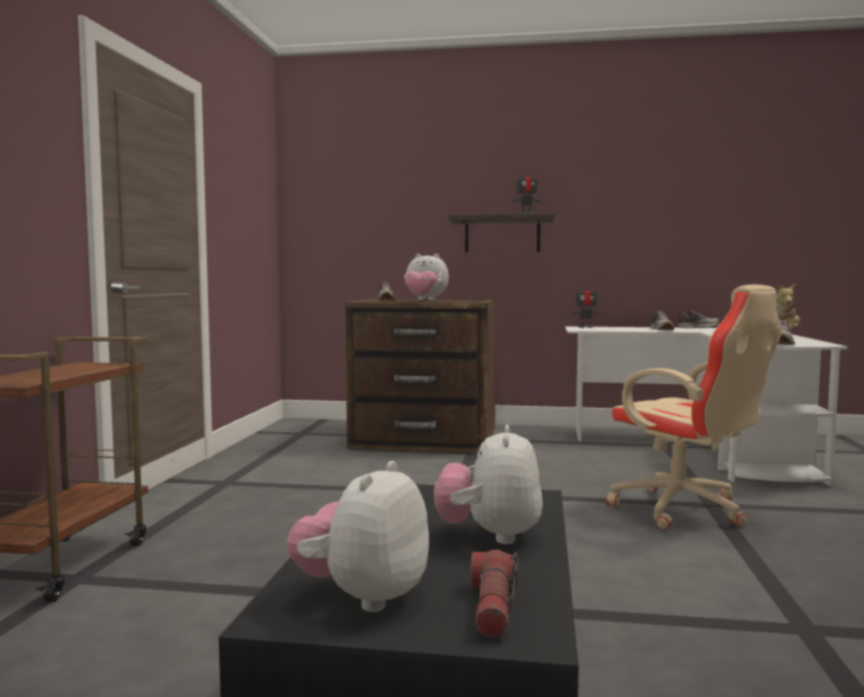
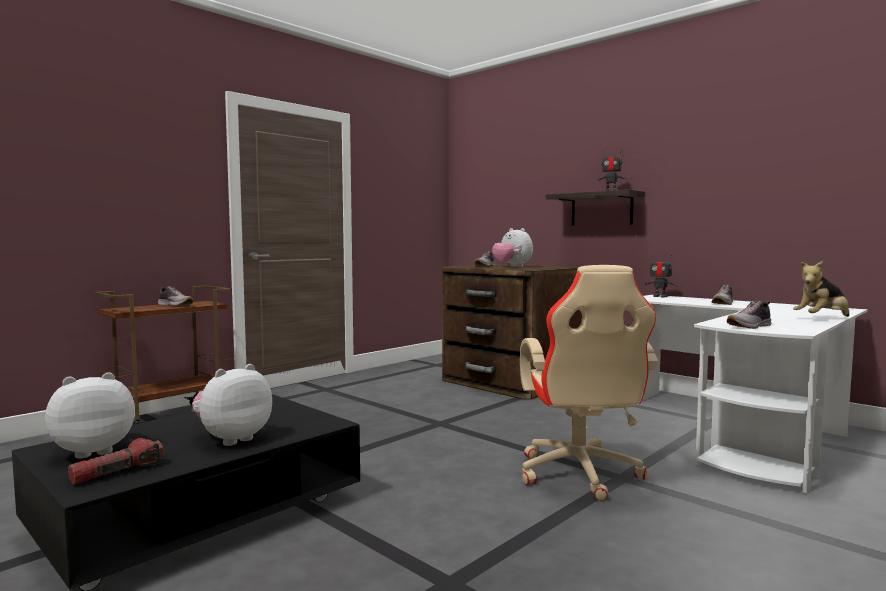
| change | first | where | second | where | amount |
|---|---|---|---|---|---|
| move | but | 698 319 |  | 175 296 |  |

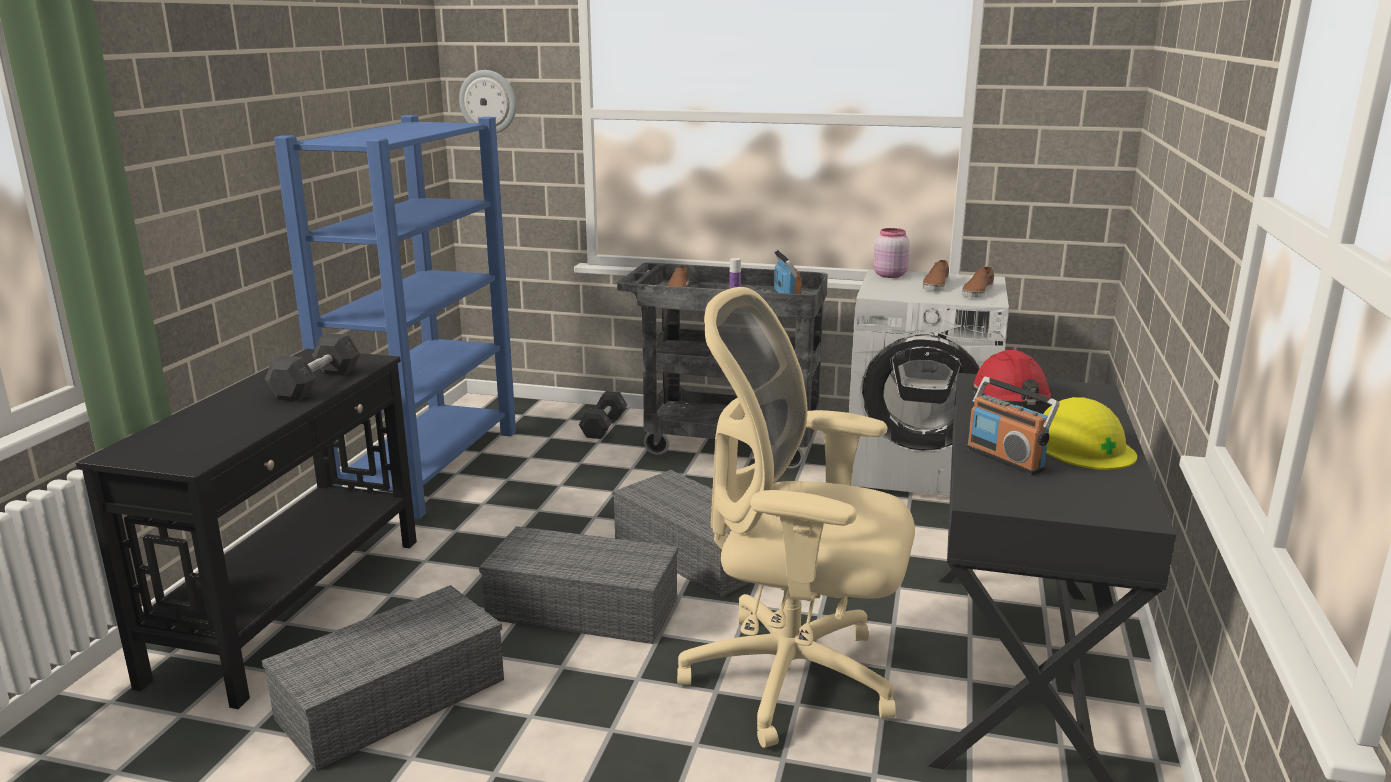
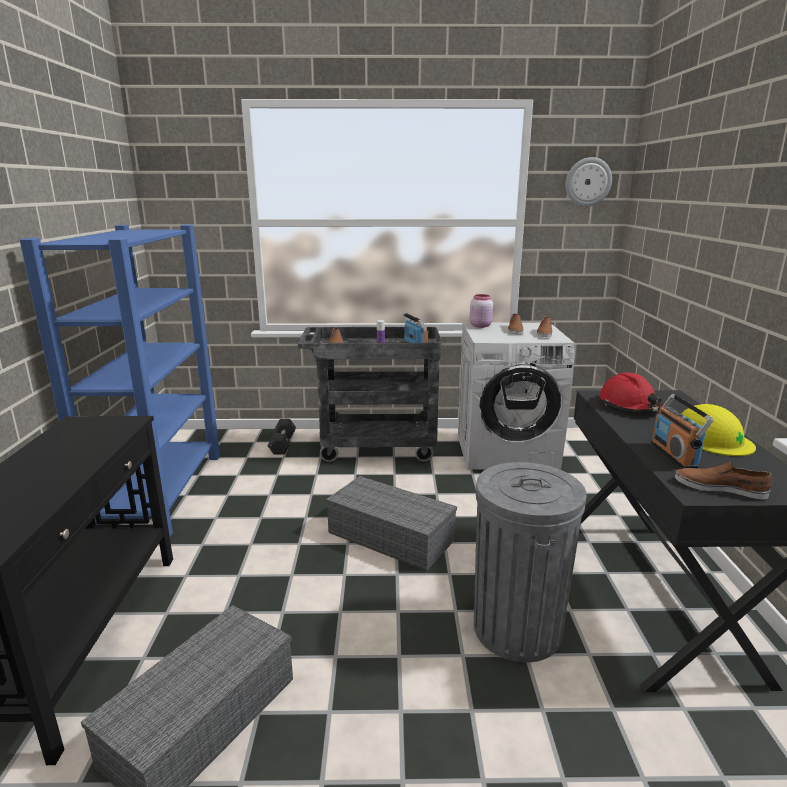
| change | first | where | second | where | amount |
|---|---|---|---|---|---|
| delete | hantel [szary] | 312 367 |  |  |  |
| delete | pojemnik do przechowywania [szary] | 578 585 |  |  |  |
| insert |  |  | but [brązowy] | 723 480 |  |
| move | zegar ścienny | 488 101 |  | 589 182 |  |
| replace | krzesło biurowe [beżowy] | 796 517 | kosz na śmieci [szary] | 530 562 |  |
| rotate | radio | 1013 426 |  | 682 431 | 45 degrees clockwise |

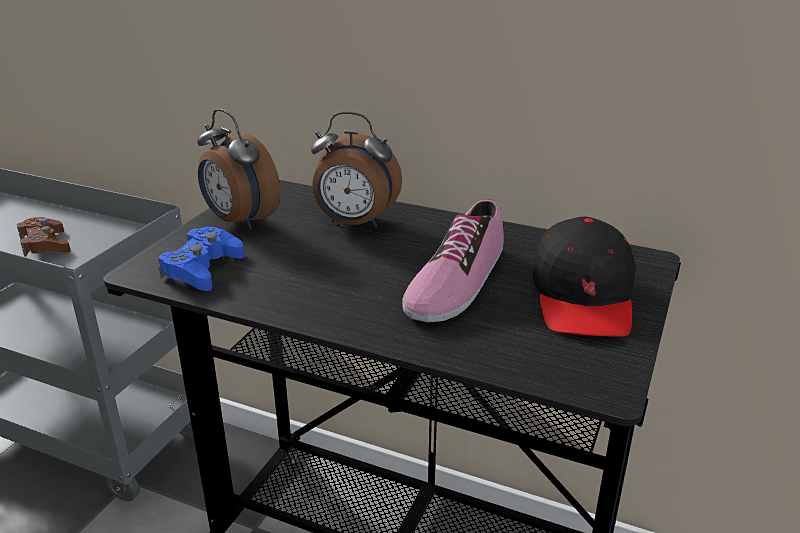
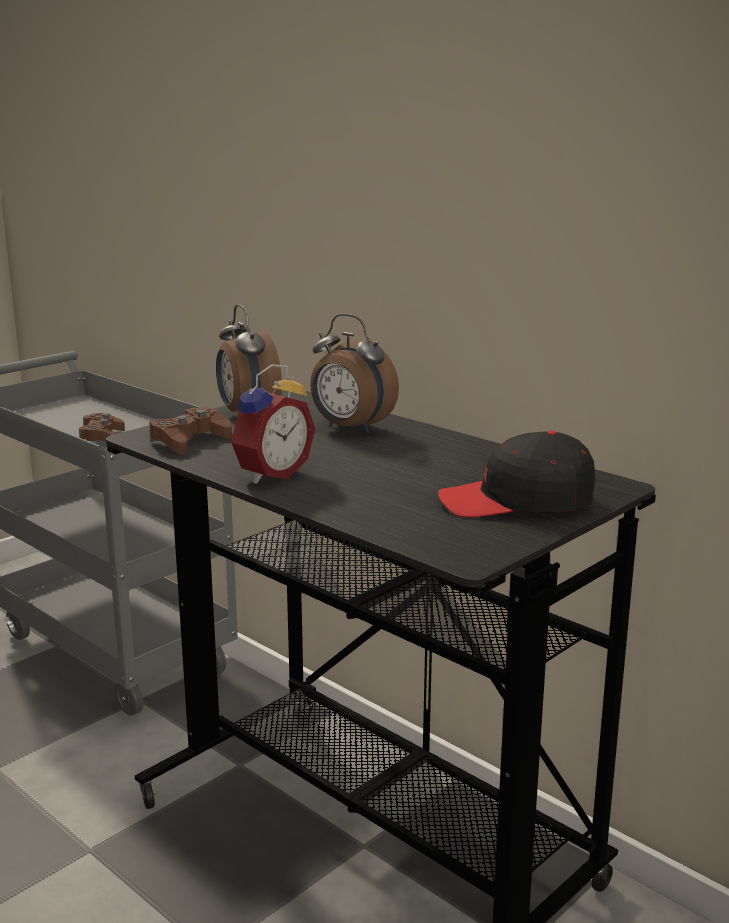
| change | first | where | second | where | amount |
|---|---|---|---|---|---|
| delete | but | 453 261 |  |  |  |
| insert |  |  | budzik | 273 424 |  |
| recolor | pad do gier [niebieski] | 201 259 | pad do gier [brązowy] | 190 431 |  |
| rotate | czapka z daszkiem [czarny] | 584 276 |  | 516 474 | 60 degrees clockwise |

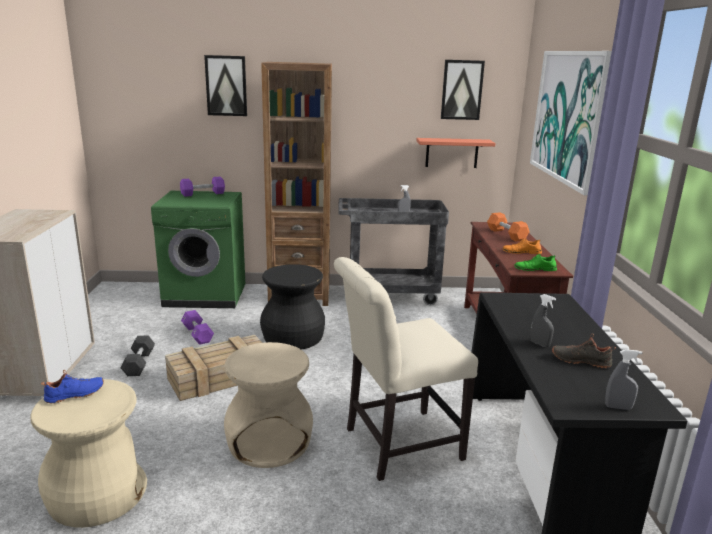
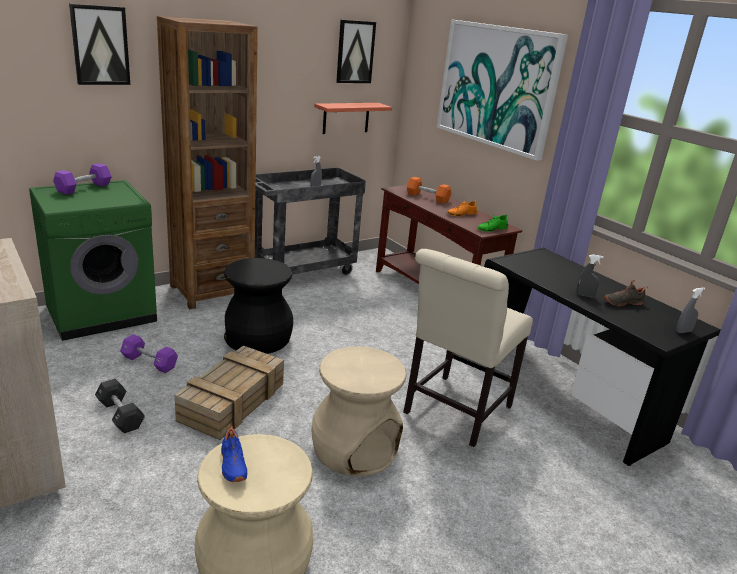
| change | first | where | second | where | amount |
|---|---|---|---|---|---|
| rotate | but [niebieski] | 72 386 |  | 234 453 | 135 degrees clockwise |

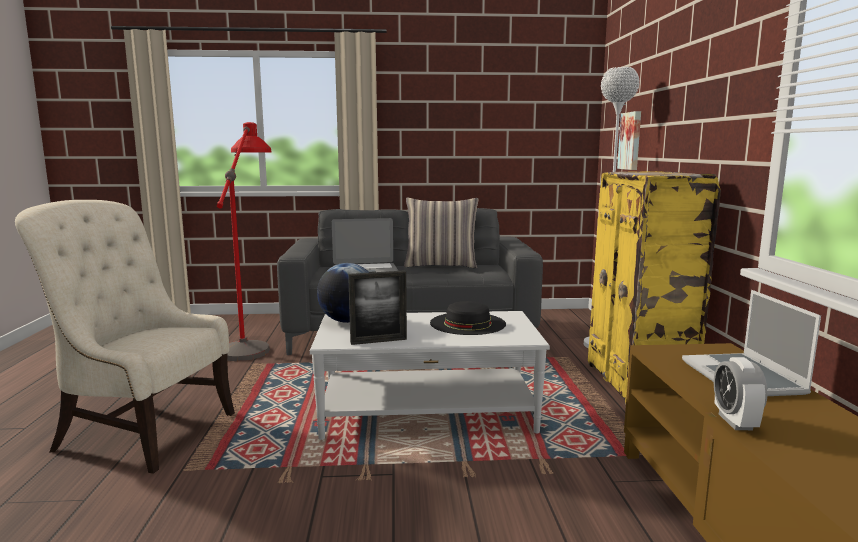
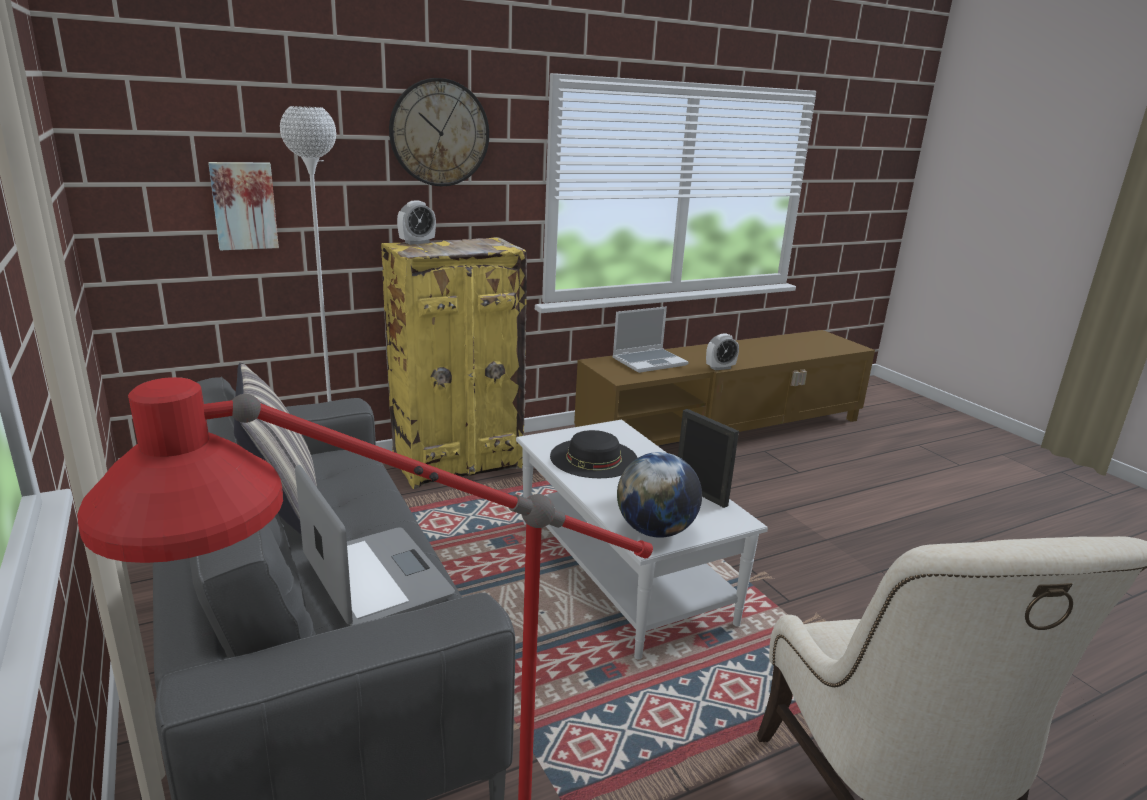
| change | first | where | second | where | amount |
|---|---|---|---|---|---|
| insert |  |  | zegar ścienny | 439 132 |  |
| insert |  |  | budzik | 416 222 |  |

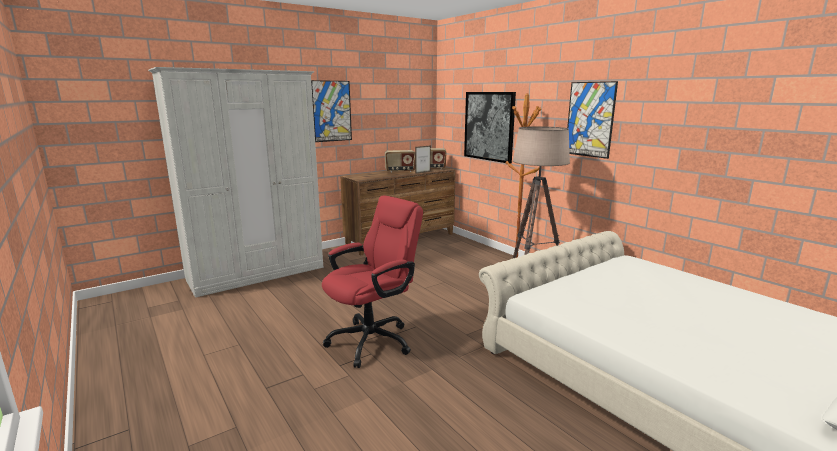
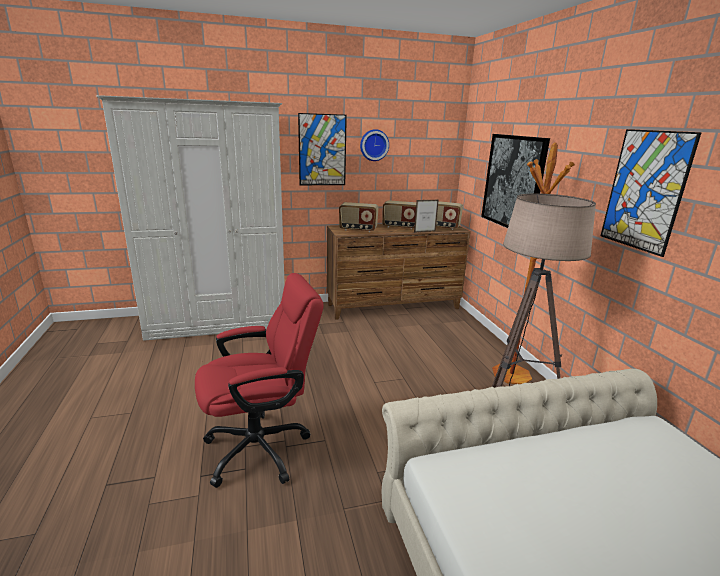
| change | first | where | second | where | amount |
|---|---|---|---|---|---|
| insert |  |  | radio | 359 217 |  |
| insert |  |  | zegar ścienny | 374 145 |  |

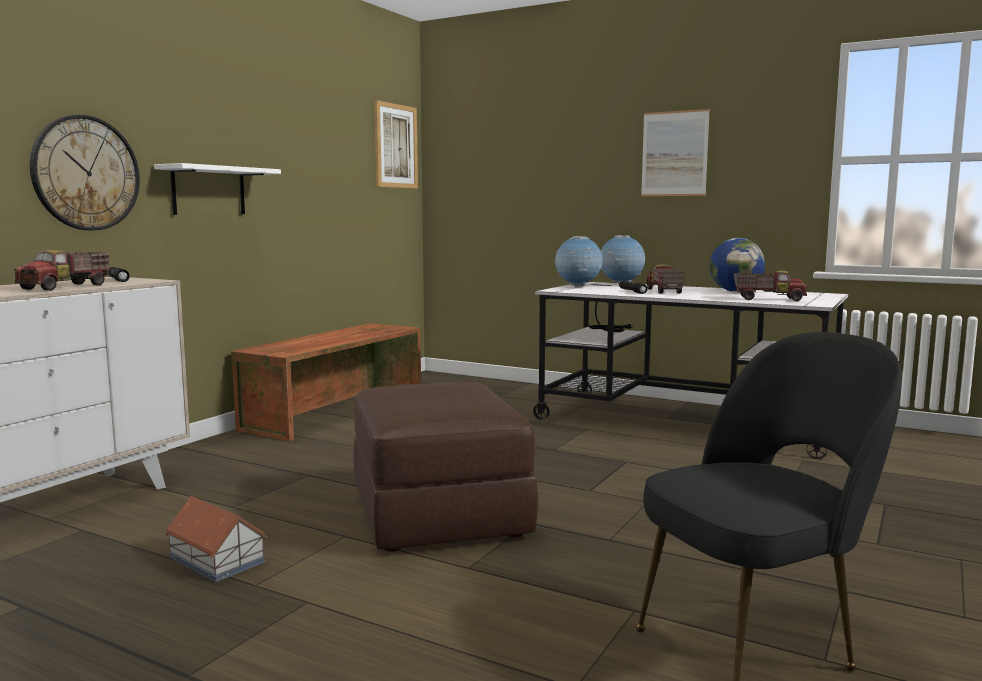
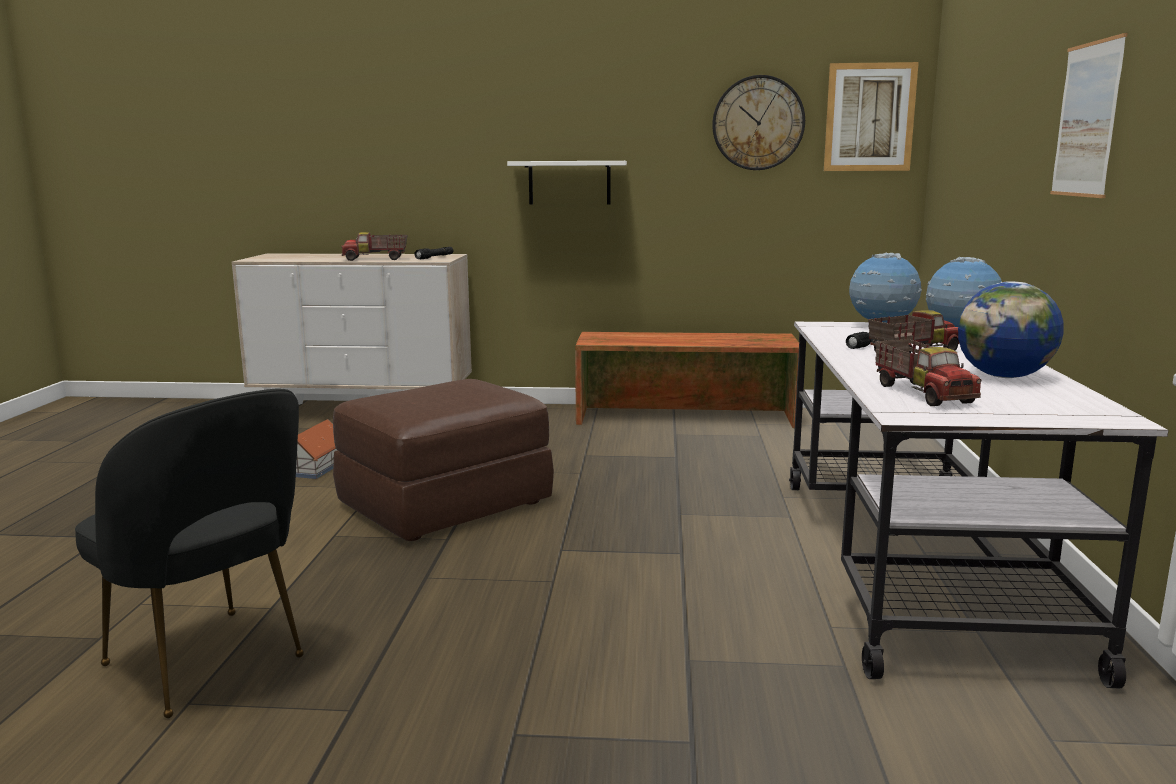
| change | first | where | second | where | amount |
|---|---|---|---|---|---|
| move | zegar ścienny | 85 173 |  | 758 122 |  |

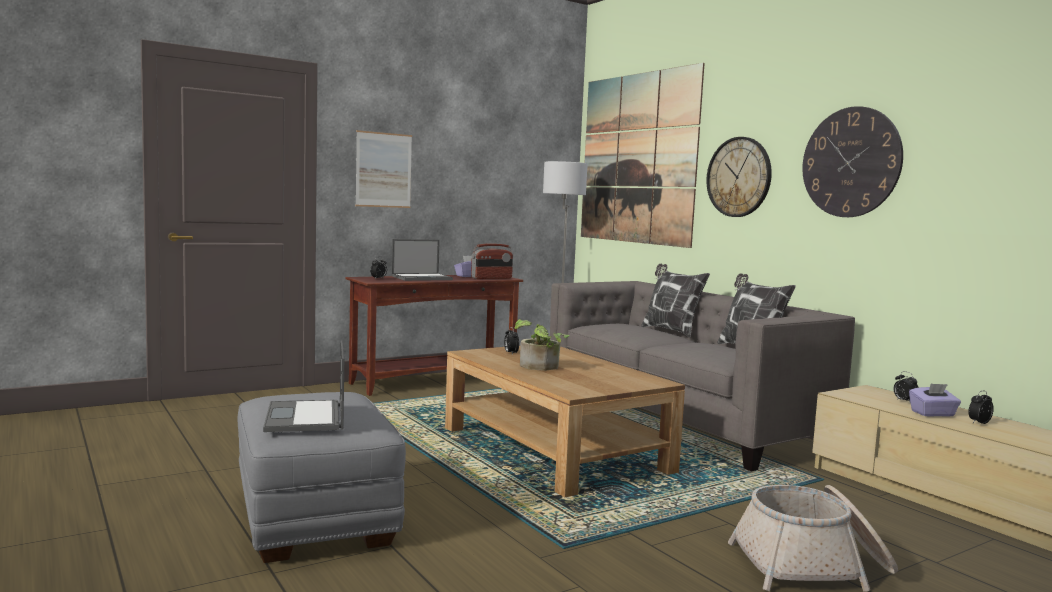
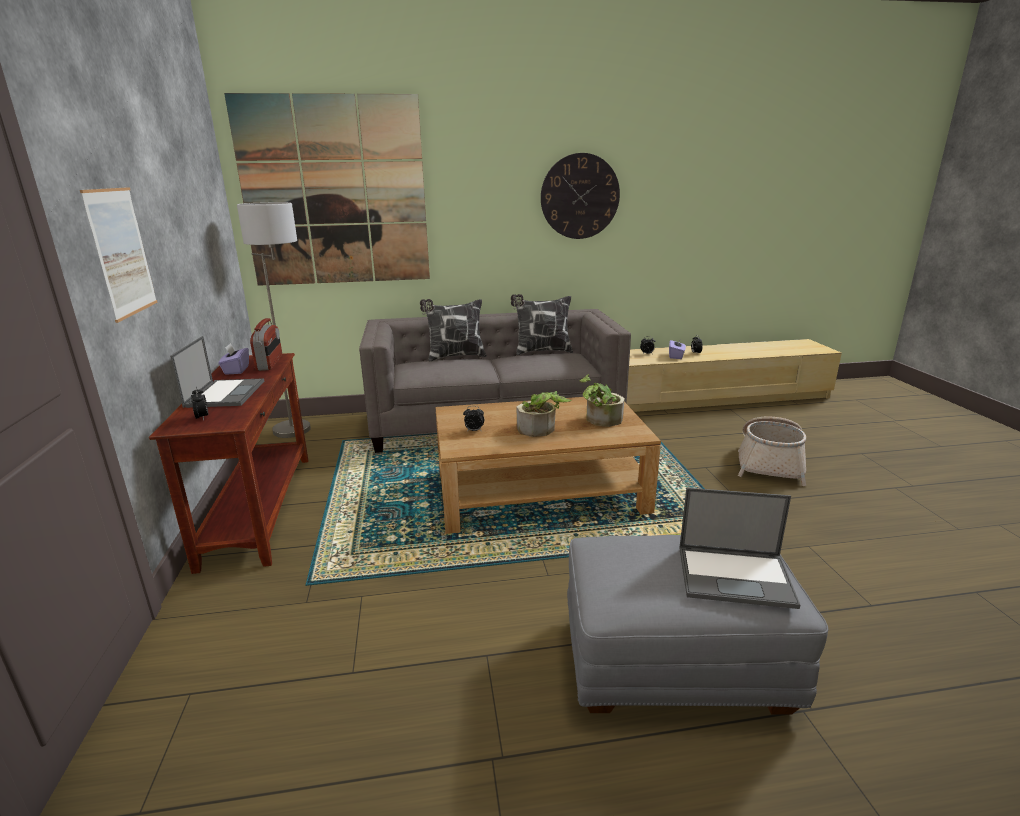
| change | first | where | second | where | amount |
|---|---|---|---|---|---|
| delete | zegar ścienny | 739 177 |  |  |  |
| insert |  |  | roślina doniczkowa | 602 400 |  |

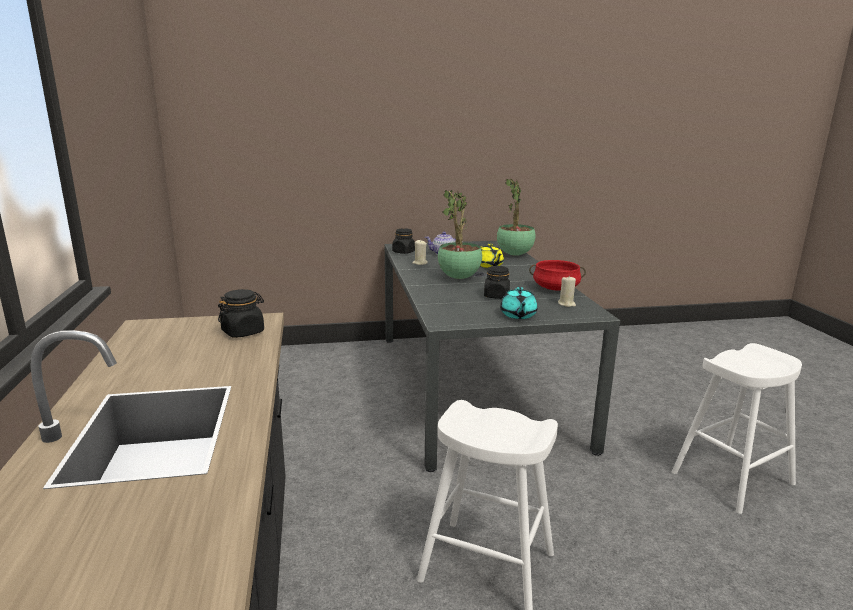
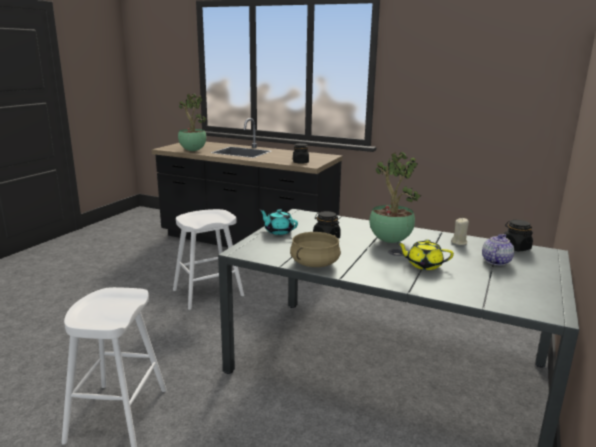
| change | first | where | second | where | amount |
|---|---|---|---|---|---|
| delete | świeca [beżowy] | 567 291 |  |  |  |
| move | roślina doniczkowa | 516 217 |  | 192 122 |  |
| recolor | garnek [czerwony] | 557 275 | garnek [beżowy] | 315 249 |  |

